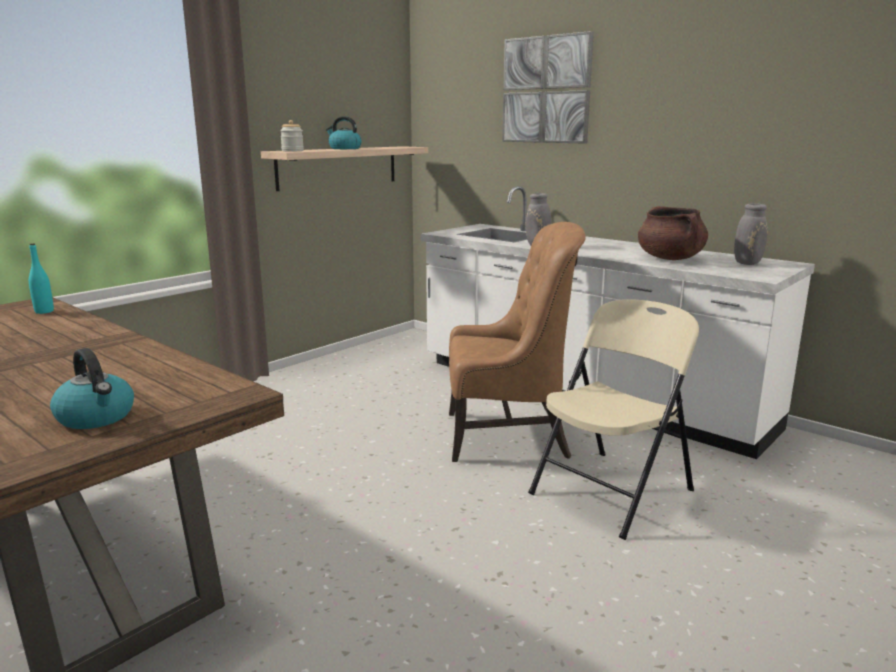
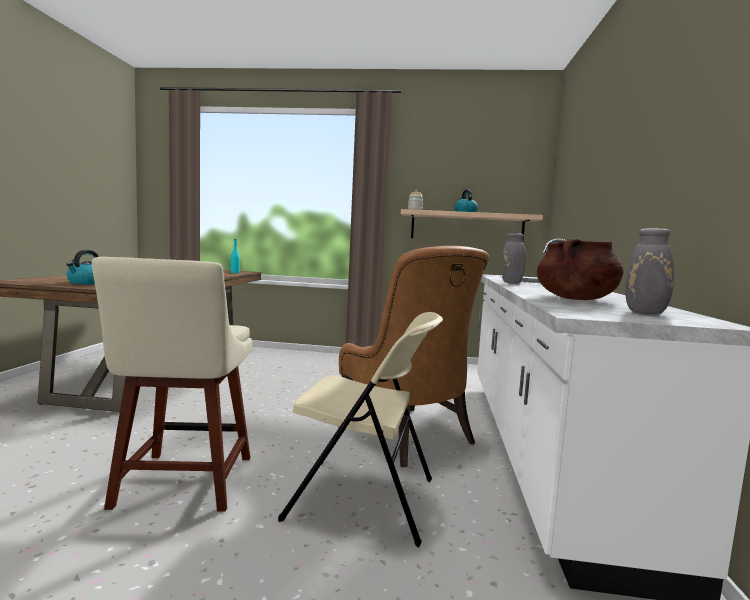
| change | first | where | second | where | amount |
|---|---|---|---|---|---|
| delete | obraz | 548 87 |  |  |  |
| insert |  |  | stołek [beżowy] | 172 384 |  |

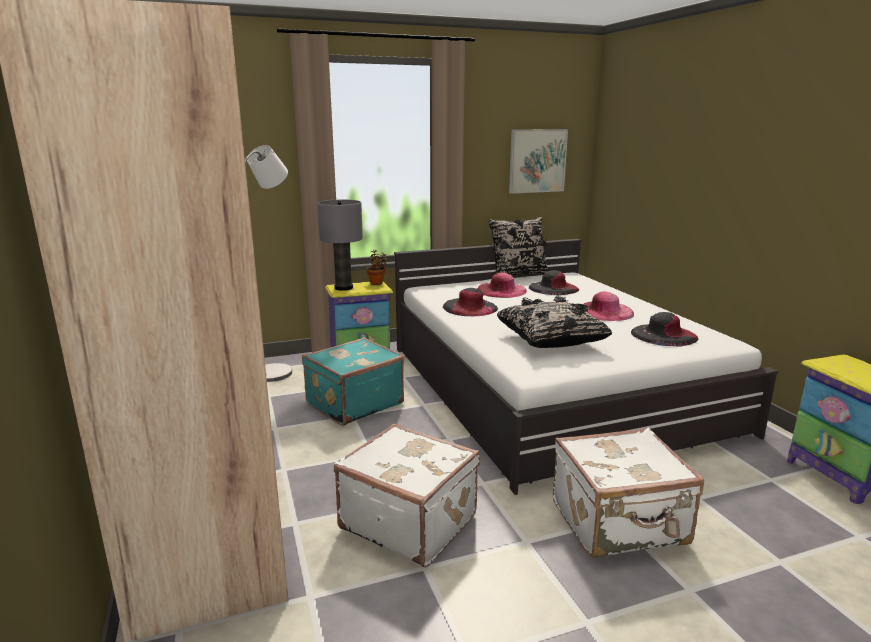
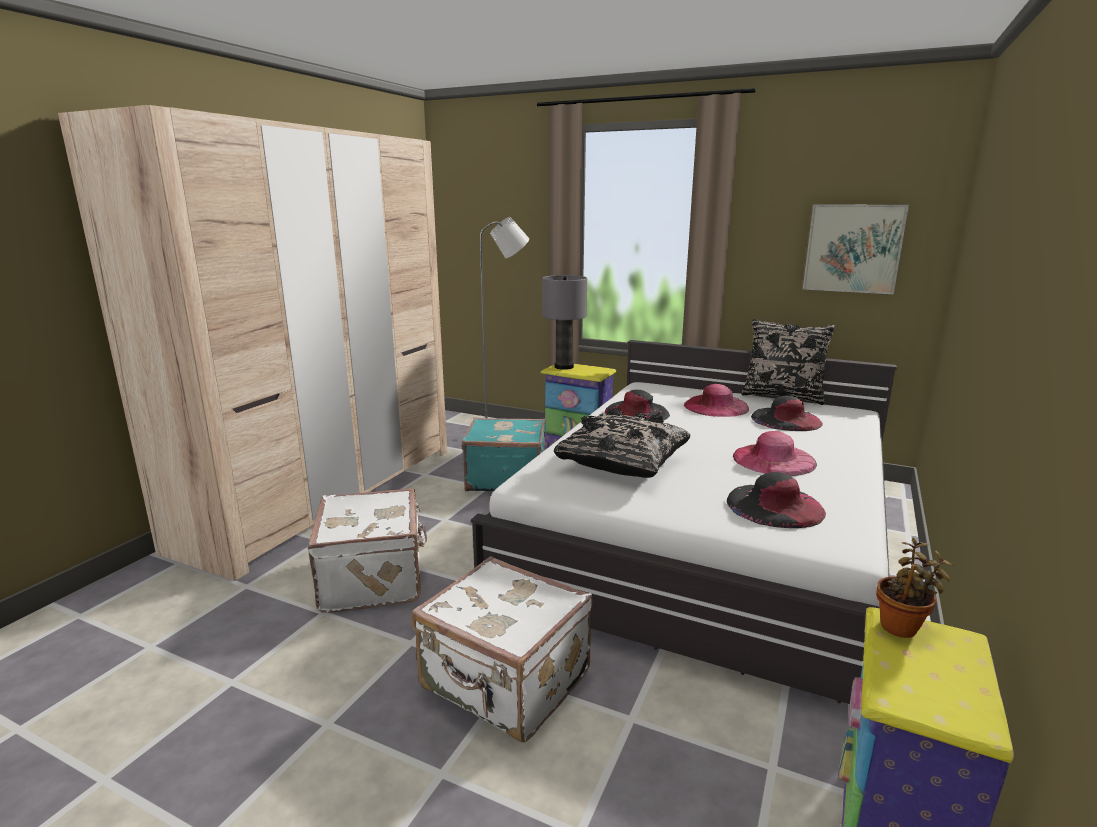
| change | first | where | second | where | amount |
|---|---|---|---|---|---|
| move | roślina doniczkowa | 377 267 |  | 915 587 |  |

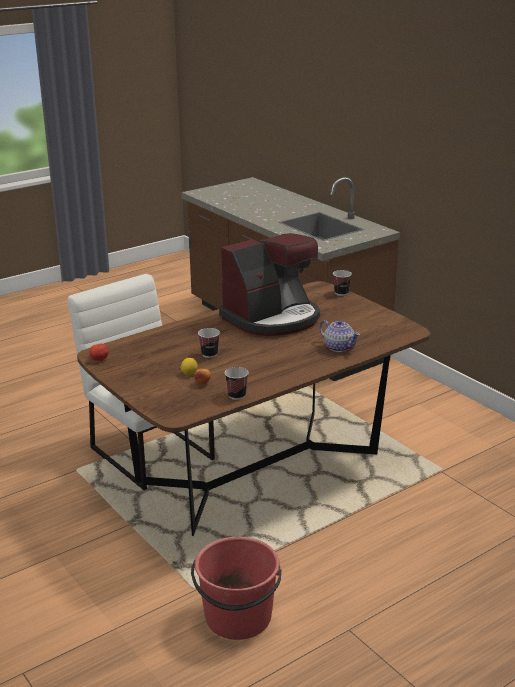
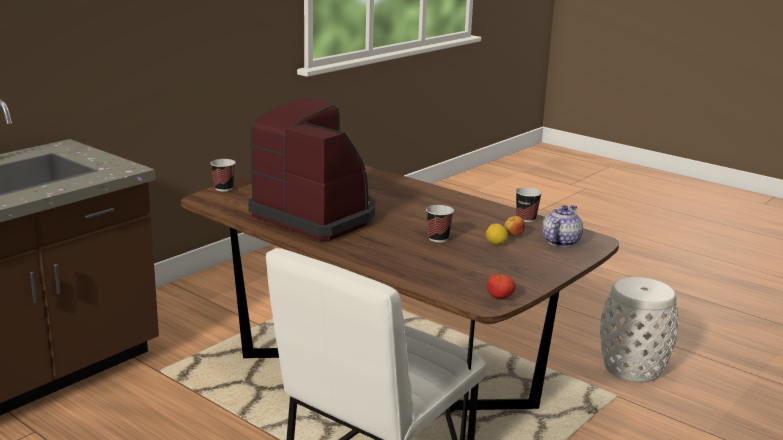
| change | first | where | second | where | amount |
|---|---|---|---|---|---|
| move | imbryk | 339 336 |  | 562 226 |  |
| replace | wiadro [czerwony] | 236 588 | stołek [biały] | 639 329 |  |

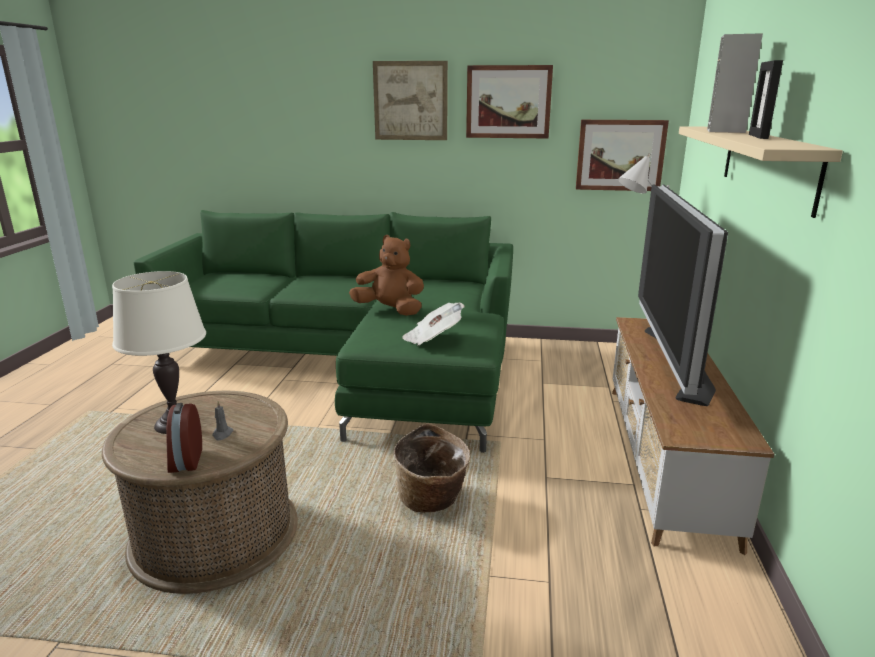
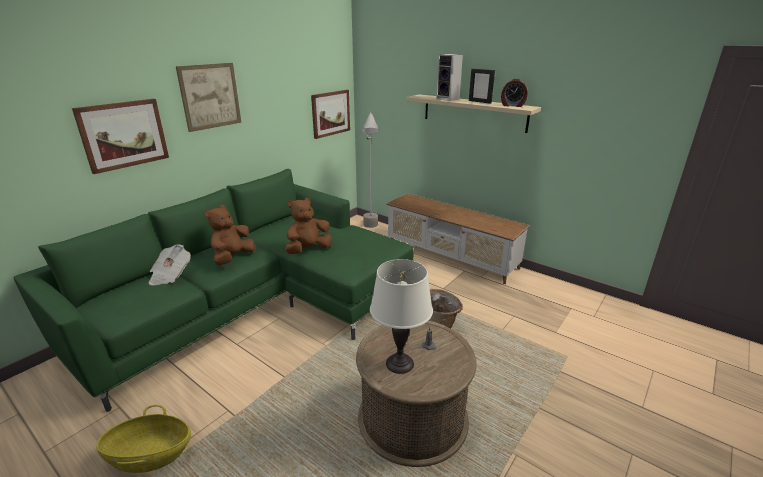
| change | first | where | second | where | amount |
|---|---|---|---|---|---|
| delete | telewizor | 683 295 |  |  |  |
| insert |  |  | koszyk | 143 439 |  |
| insert |  |  | pluszak [brązowy] | 230 235 |  |
| move | budzik | 184 438 |  | 514 93 |  |
| move | gazeta | 433 324 |  | 170 264 |  |
| move | obraz | 509 101 |  | 120 136 |  |

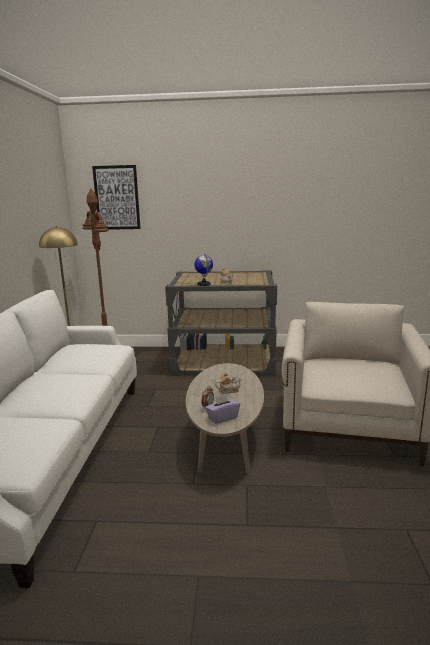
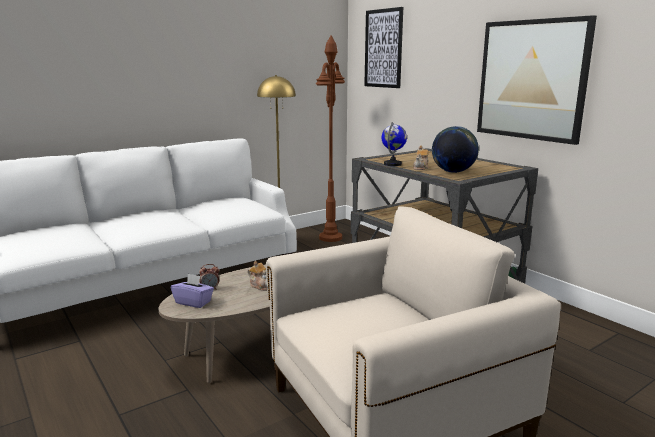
| change | first | where | second | where | amount |
|---|---|---|---|---|---|
| insert |  |  | globus | 455 149 |  |
| insert |  |  | obraz | 537 80 |  |

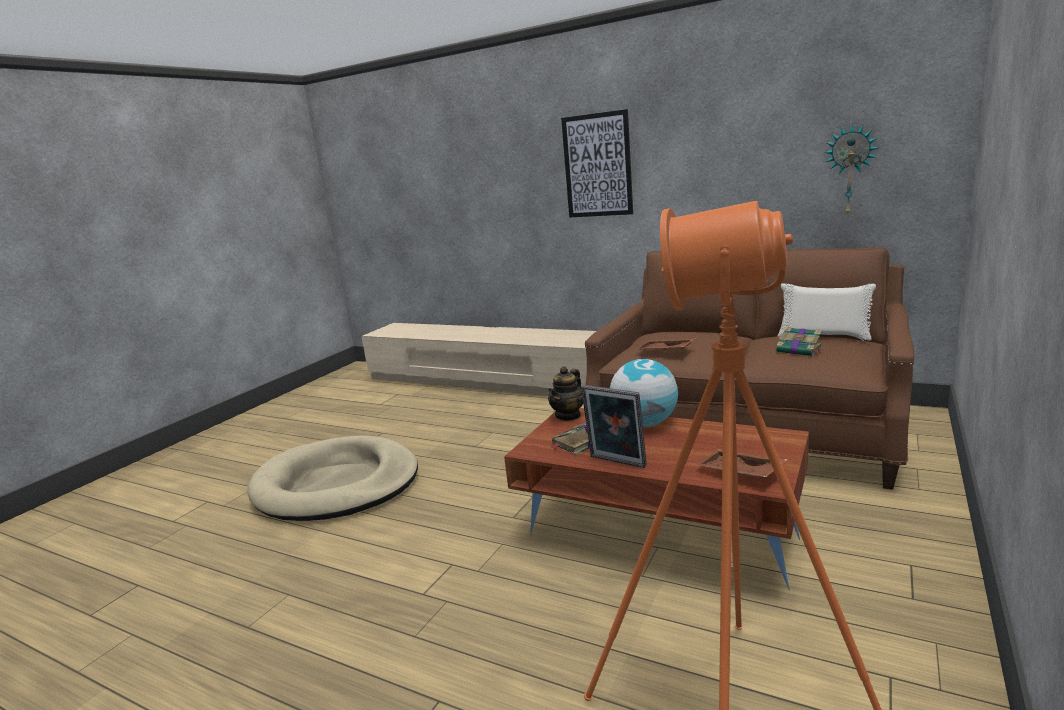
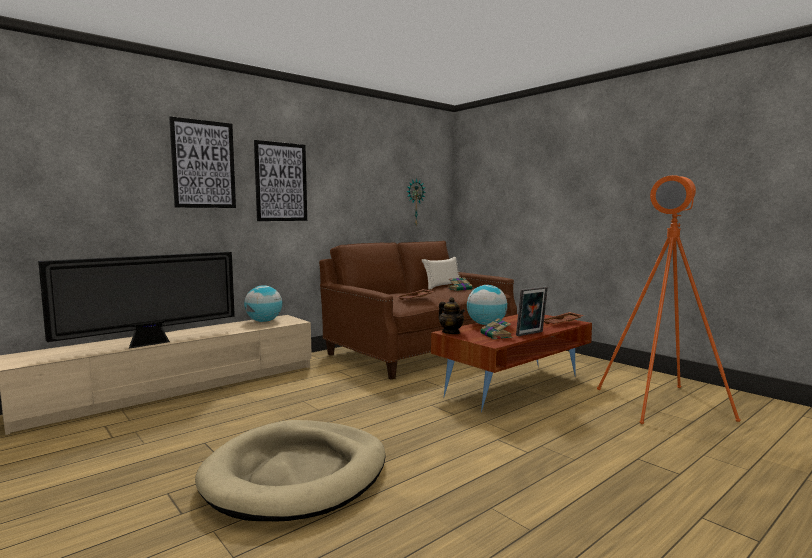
| change | first | where | second | where | amount |
|---|---|---|---|---|---|
| insert |  |  | telewizor | 136 300 |  |
| insert |  |  | obraz | 202 162 |  |
| insert |  |  | globus | 263 303 |  |

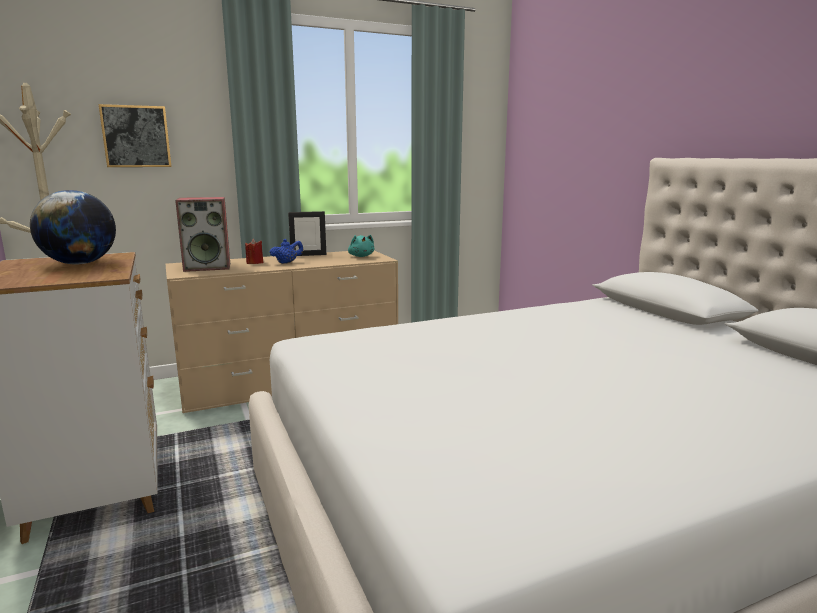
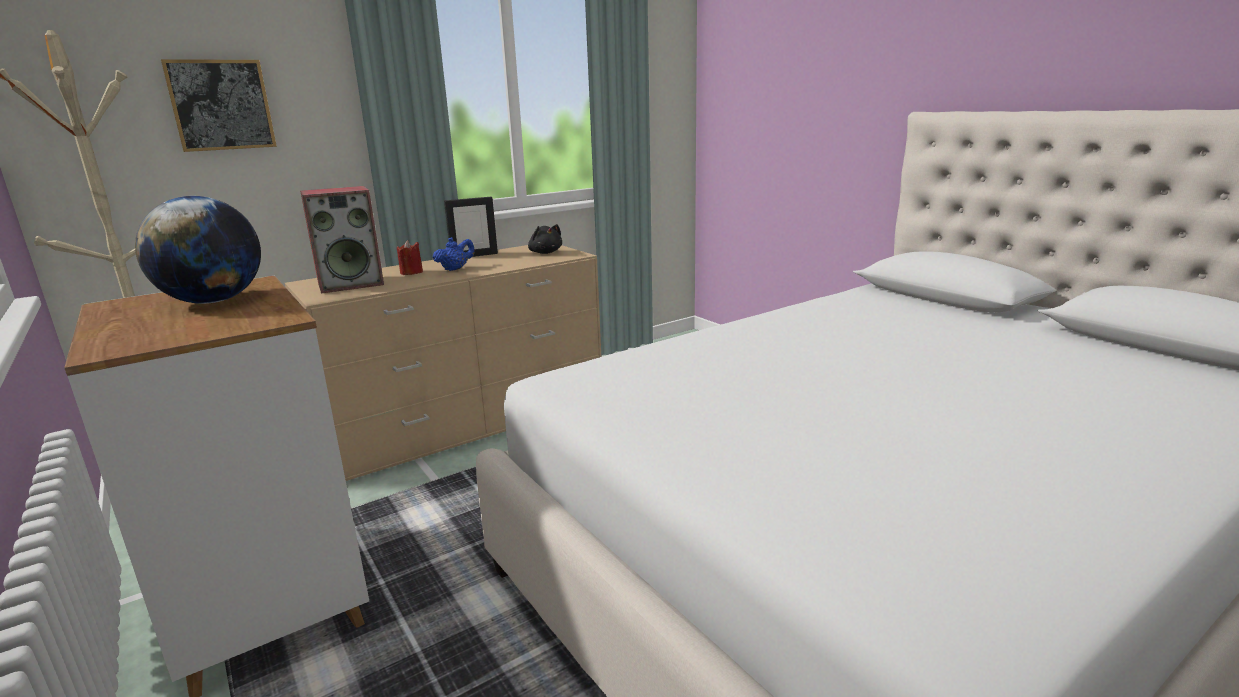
| change | first | where | second | where | amount |
|---|---|---|---|---|---|
| recolor | pluszak [turkusowy] | 361 246 | pluszak [czarny] | 545 239 |  |

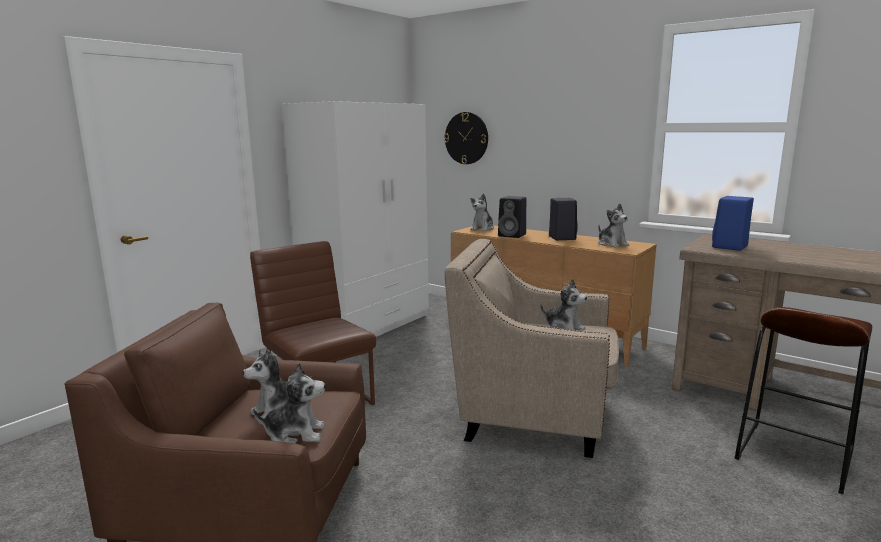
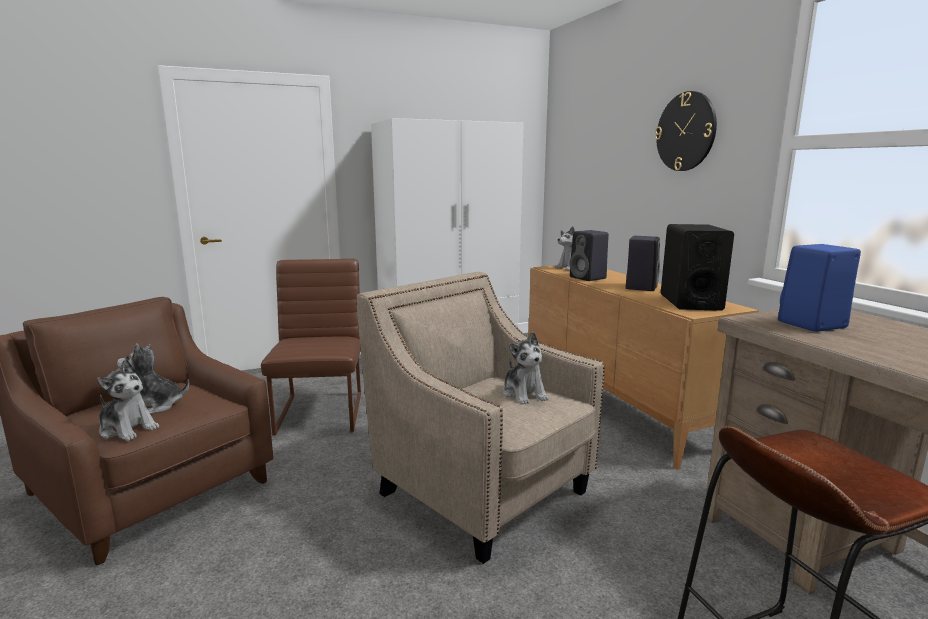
| change | first | where | second | where | amount |
|---|---|---|---|---|---|
| move | zegar ścienny | 466 138 |  | 686 131 |  |
| replace | pluszak | 614 225 | głośnik [czarny] | 697 267 |  |

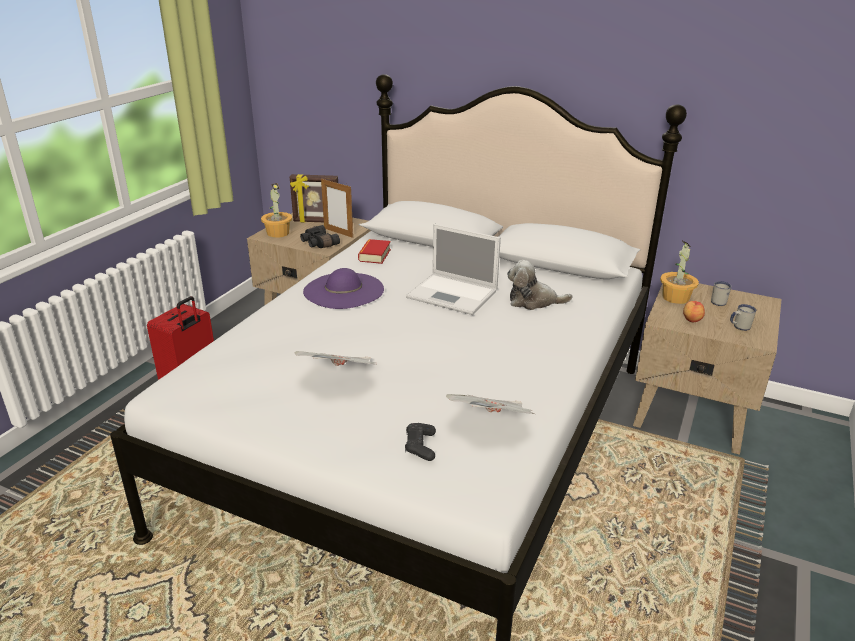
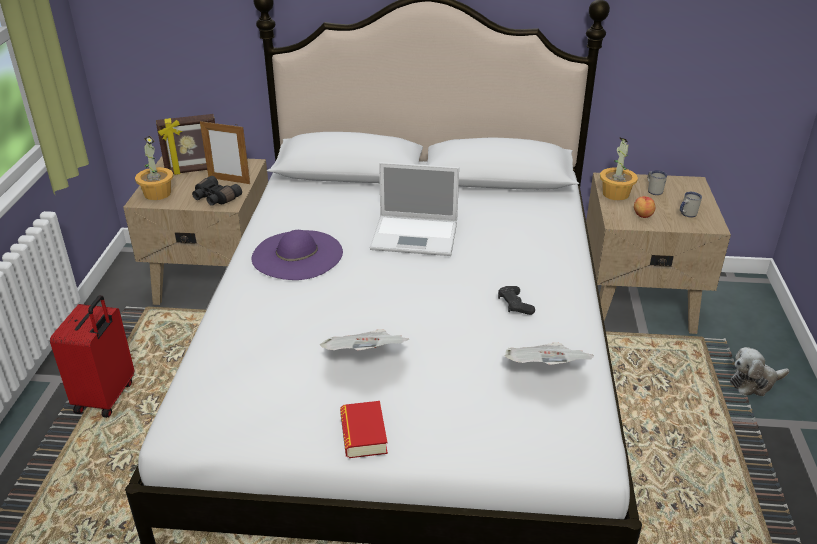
| change | first | where | second | where | amount |
|---|---|---|---|---|---|
| move | książka | 374 251 |  | 364 429 |  |
| move | pad do gier [czarny] | 420 442 |  | 516 300 |  |
| move | pluszak | 539 285 |  | 759 371 |  |

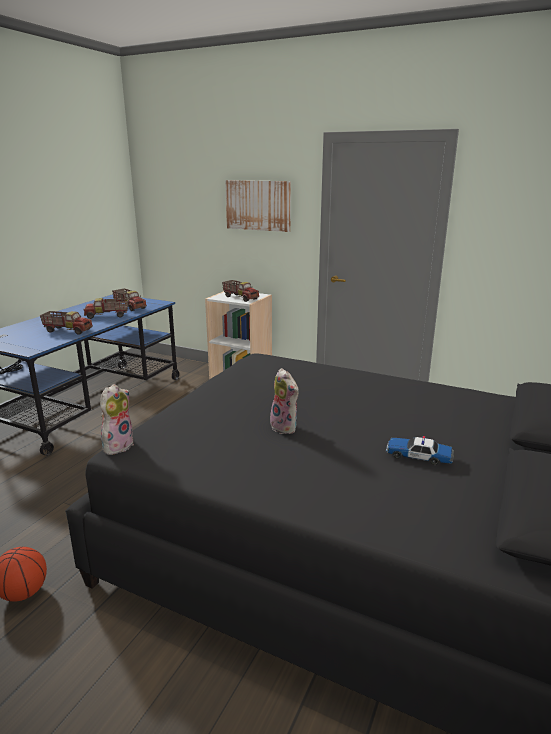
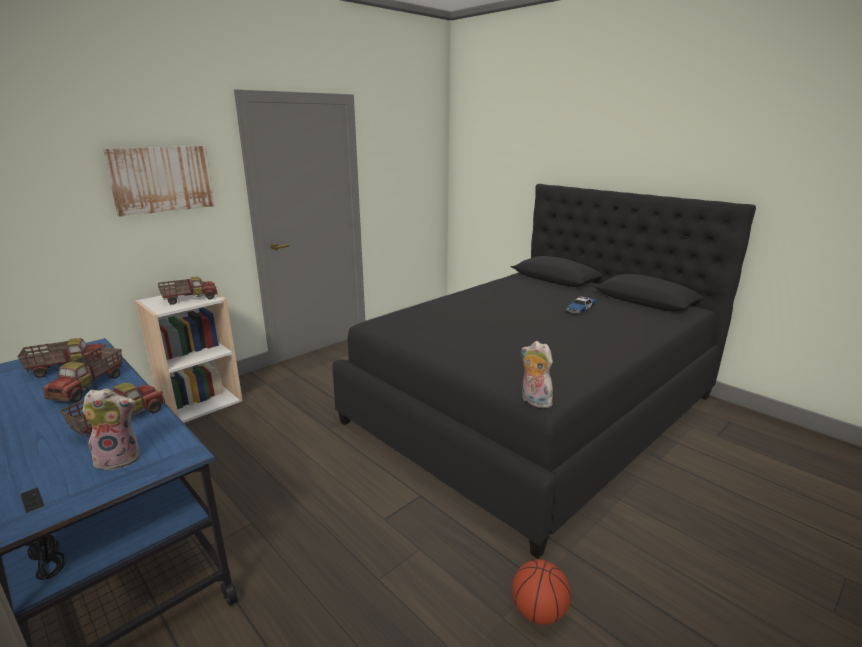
| change | first | where | second | where | amount |
|---|---|---|---|---|---|
| move | pluszak | 283 401 |  | 111 429 |  |

